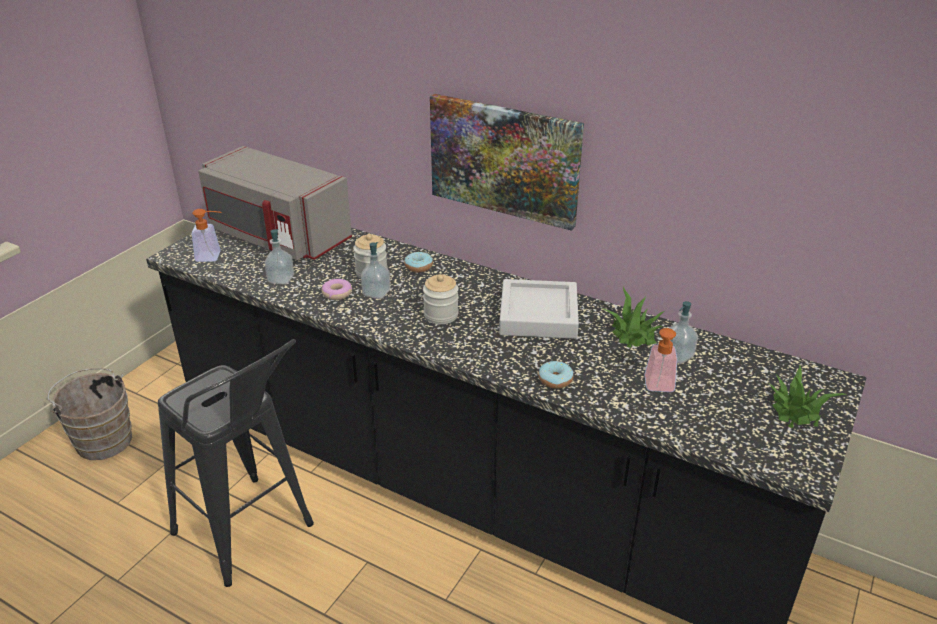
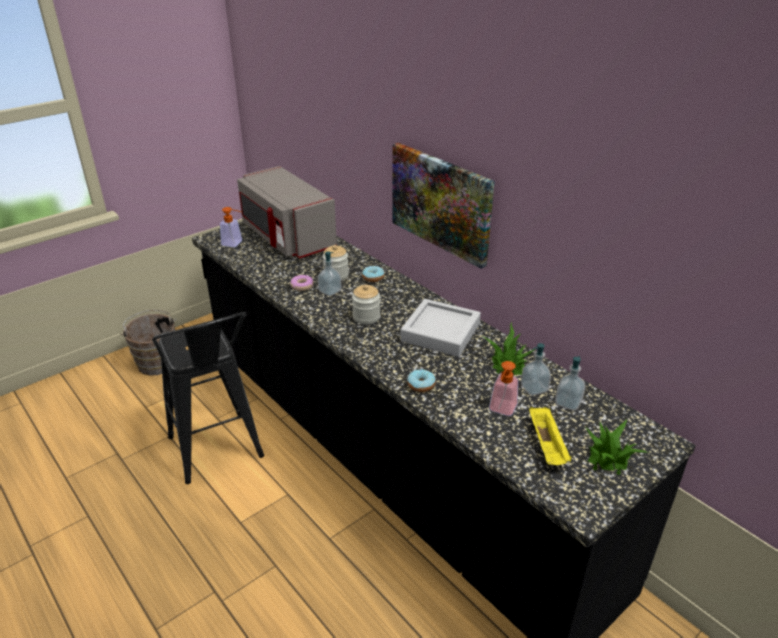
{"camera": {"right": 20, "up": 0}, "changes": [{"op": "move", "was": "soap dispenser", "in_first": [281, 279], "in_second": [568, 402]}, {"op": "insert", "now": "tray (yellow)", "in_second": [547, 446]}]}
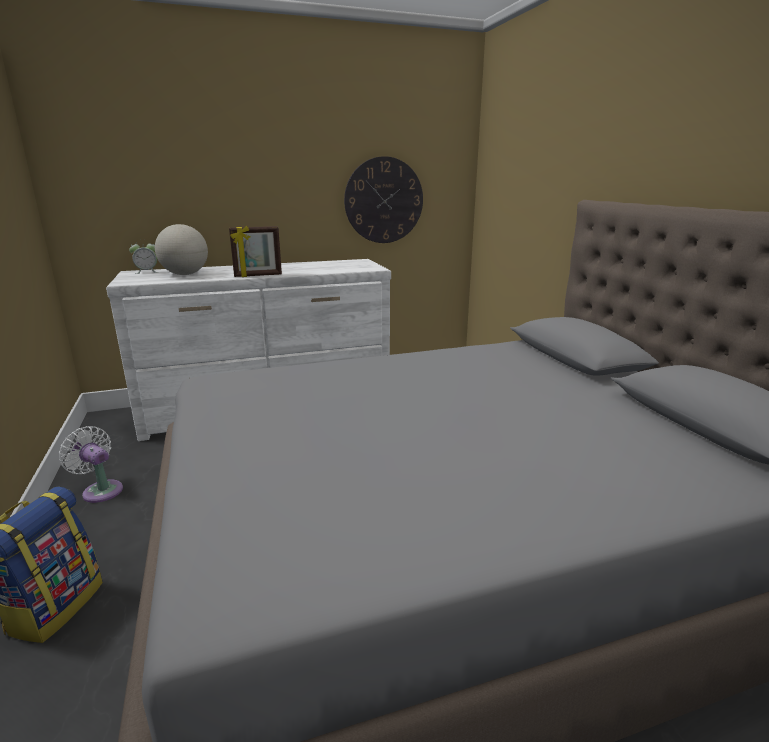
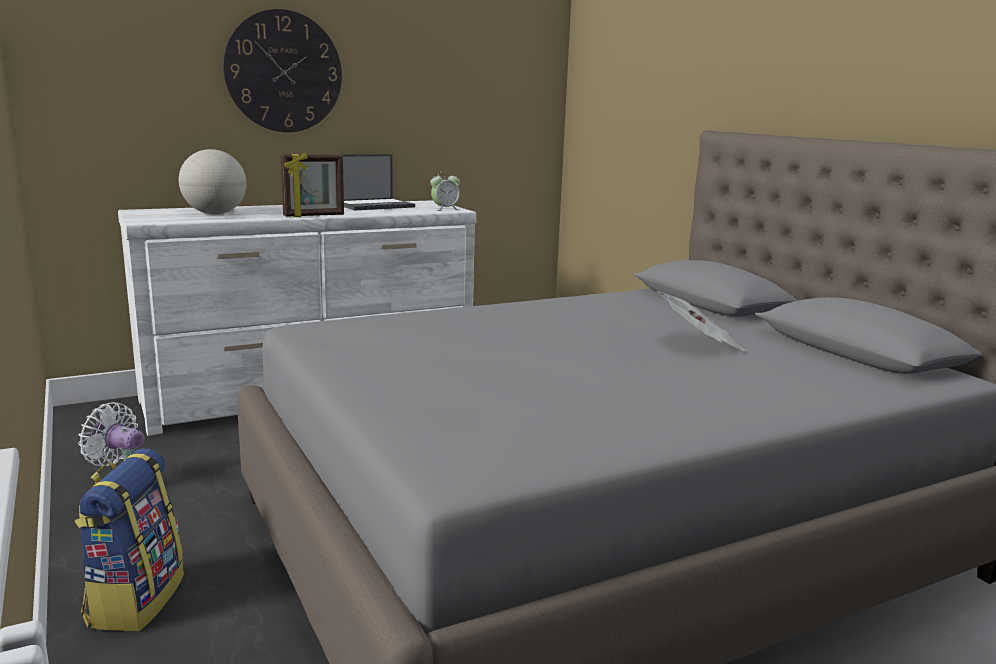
{"camera": {"right": -10, "up": -5}, "changes": [{"op": "move", "was": "wall clock", "in_first": [384, 200], "in_second": [283, 72]}, {"op": "move", "was": "alarm clock", "in_first": [147, 272], "in_second": [445, 209]}, {"op": "insert", "now": "laptop", "in_second": [374, 205]}, {"op": "insert", "now": "newspaper", "in_second": [699, 344]}]}
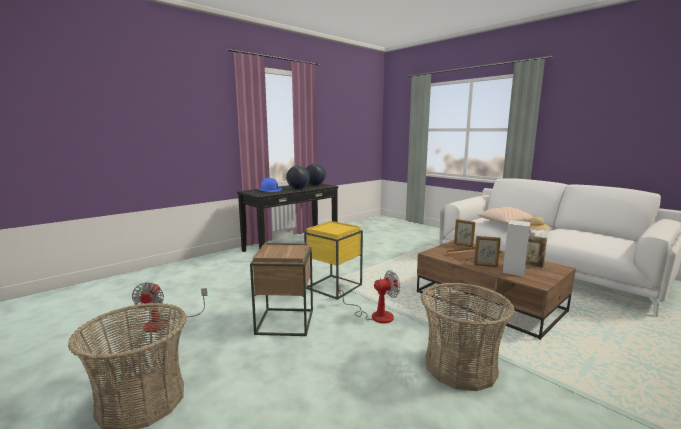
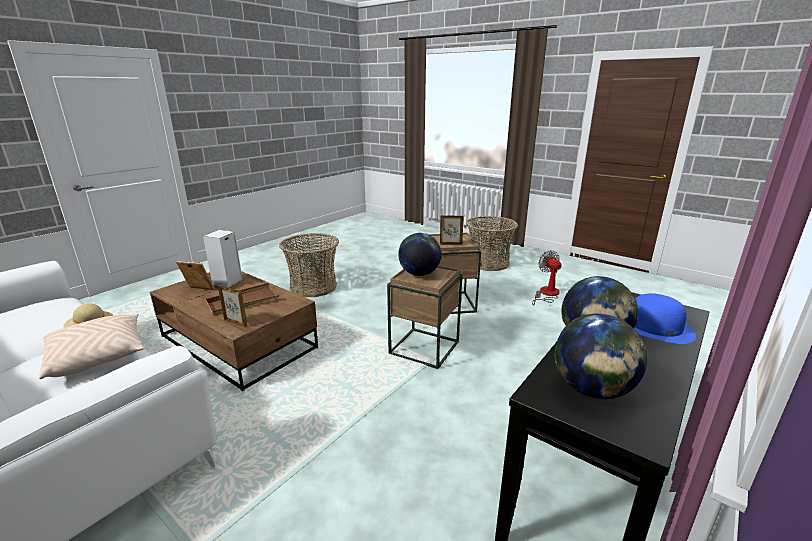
{"camera": {"right": 170, "up": 10}, "changes": [{"op": "recolor", "was": "side table (yellow)", "now": "side table (brown)", "in_first": [334, 286], "in_second": [424, 348]}, {"op": "move", "was": "picture frame", "in_first": [485, 265], "in_second": [450, 244]}, {"op": "delete", "was": "fan", "in_first": [375, 315]}, {"op": "insert", "now": "globe", "in_second": [419, 274]}]}
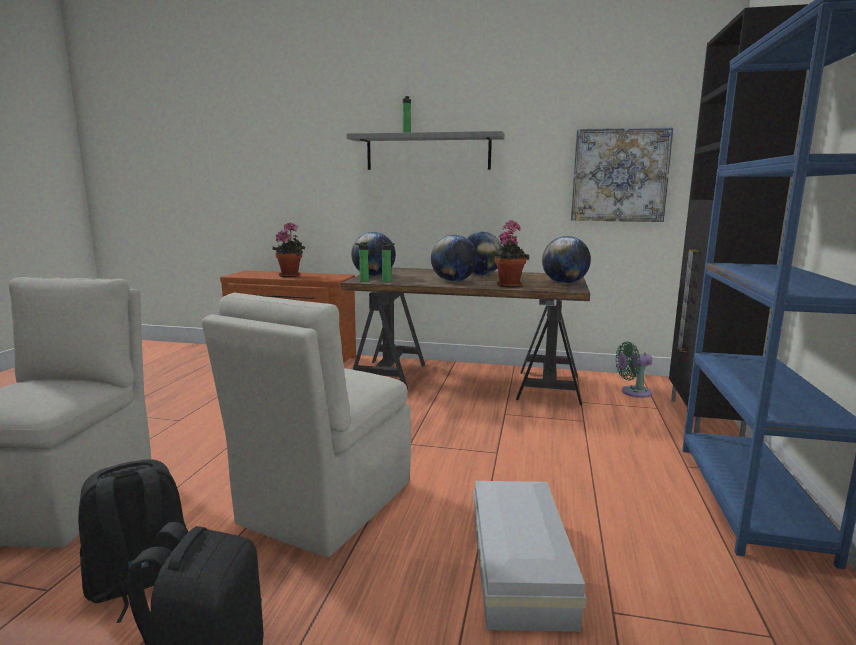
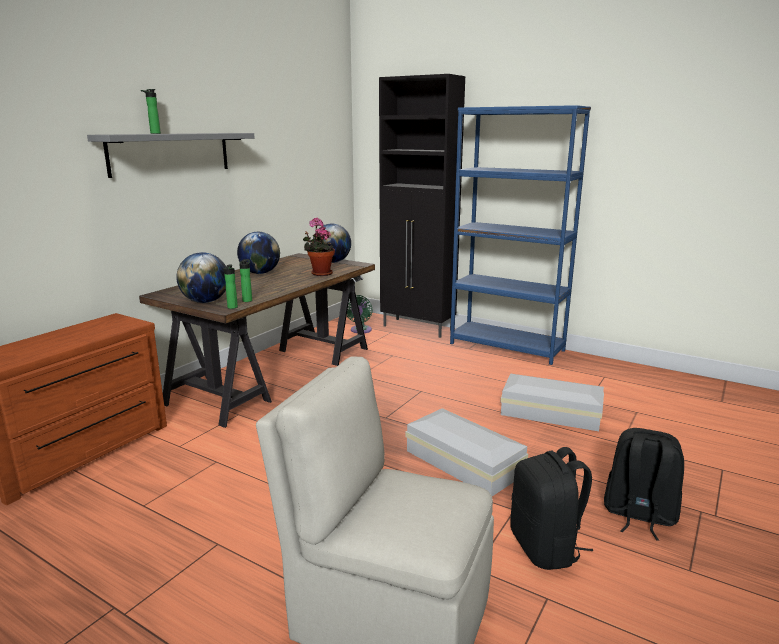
{"camera": {"right": -70, "up": 5}, "changes": [{"op": "delete", "was": "picture", "in_first": [619, 175]}, {"op": "delete", "was": "potted plant", "in_first": [291, 275]}, {"op": "delete", "was": "globe", "in_first": [453, 281]}, {"op": "replace", "was": "chair (beige)", "now": "storage box (white)", "in_first": [323, 505], "in_second": [464, 463]}]}
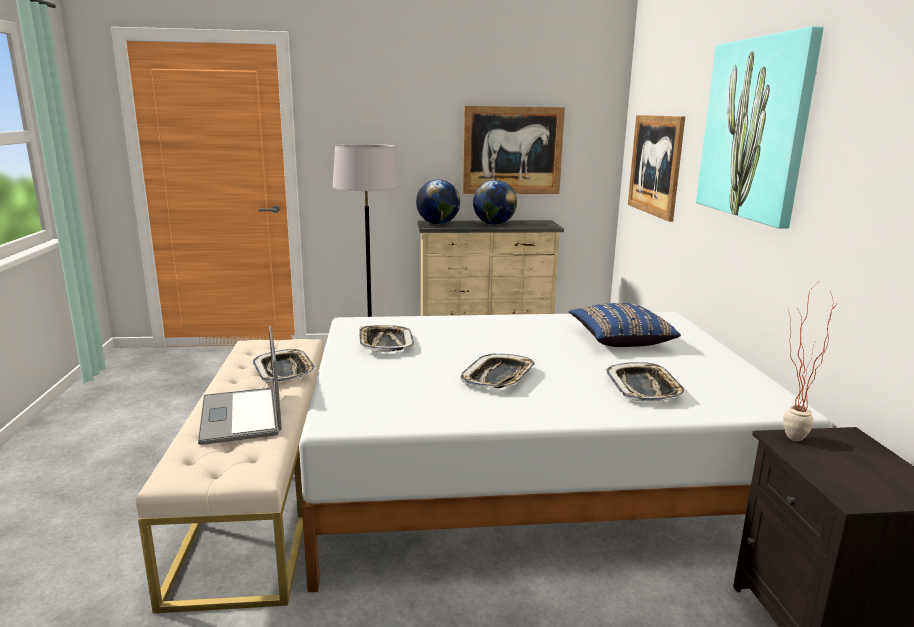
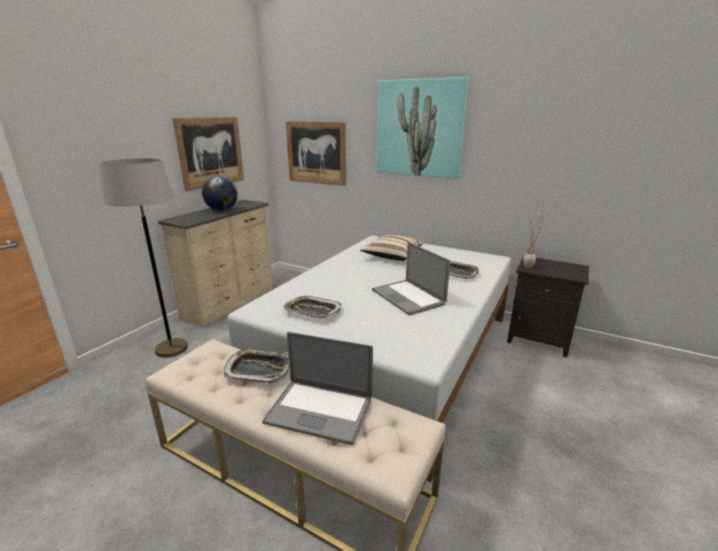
{"camera": {"right": -55, "up": 5}, "changes": [{"op": "delete", "was": "globe", "in_first": [438, 224]}, {"op": "recolor", "was": "pillow (blue)", "now": "pillow (beige)", "in_first": [620, 339], "in_second": [392, 256]}, {"op": "replace", "was": "tray", "now": "laptop", "in_first": [498, 377], "in_second": [407, 297]}]}
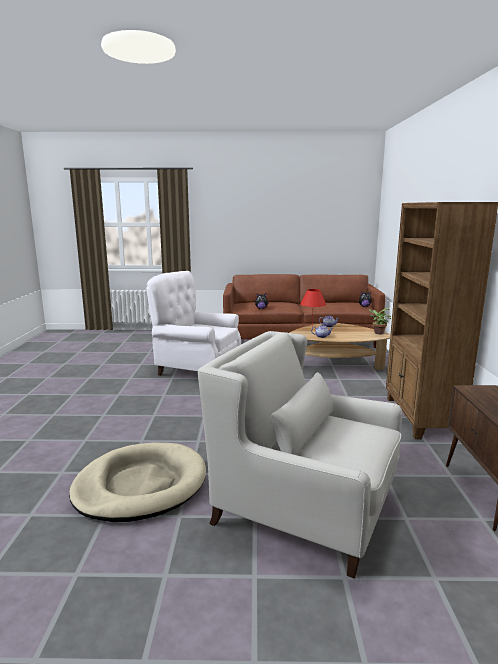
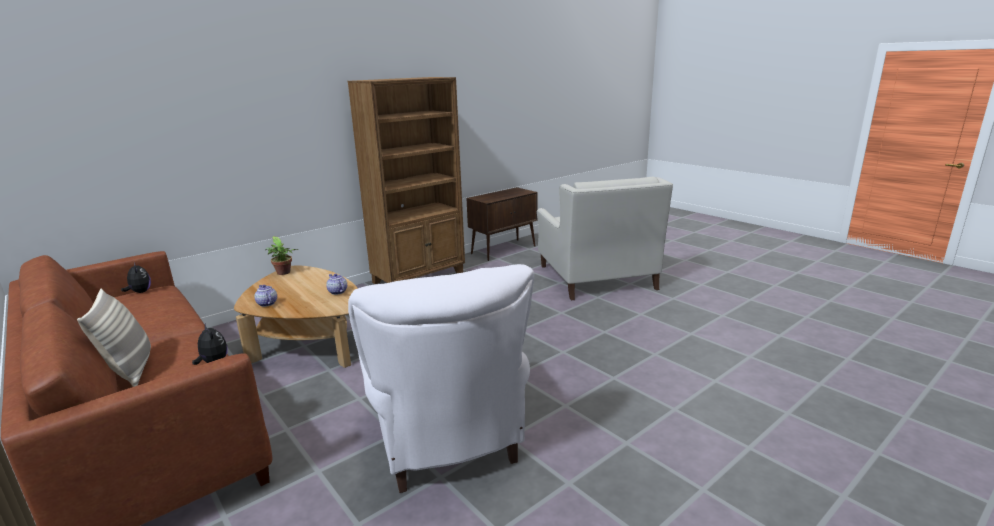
{"camera": {"right": -130, "up": 5}, "changes": [{"op": "delete", "was": "table lamp (red)", "in_first": [312, 330]}, {"op": "delete", "was": "dog bed (beige)", "in_first": [140, 486]}, {"op": "insert", "now": "pillow", "in_second": [131, 370]}]}
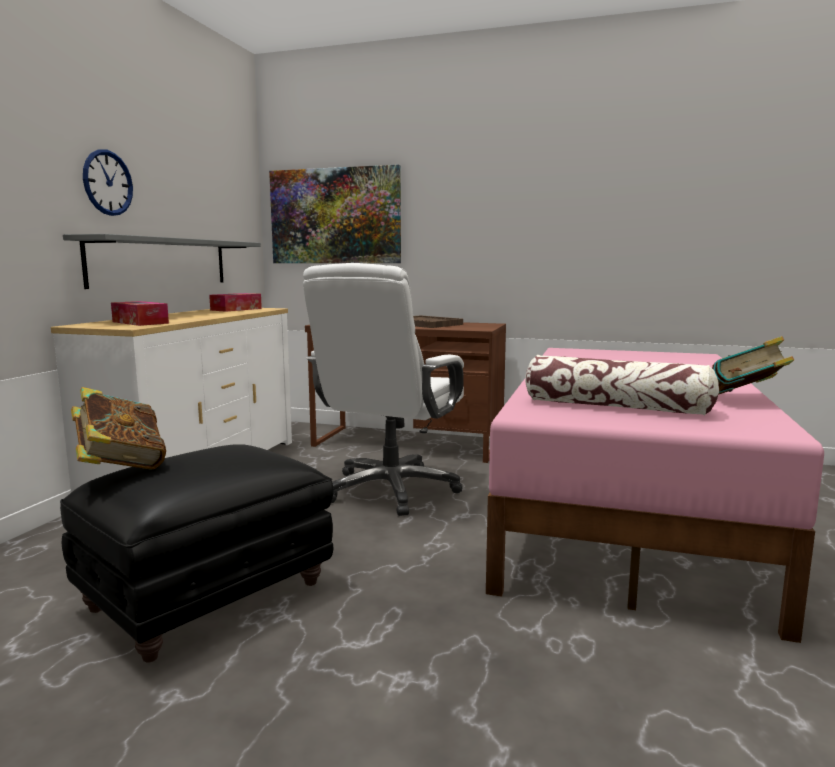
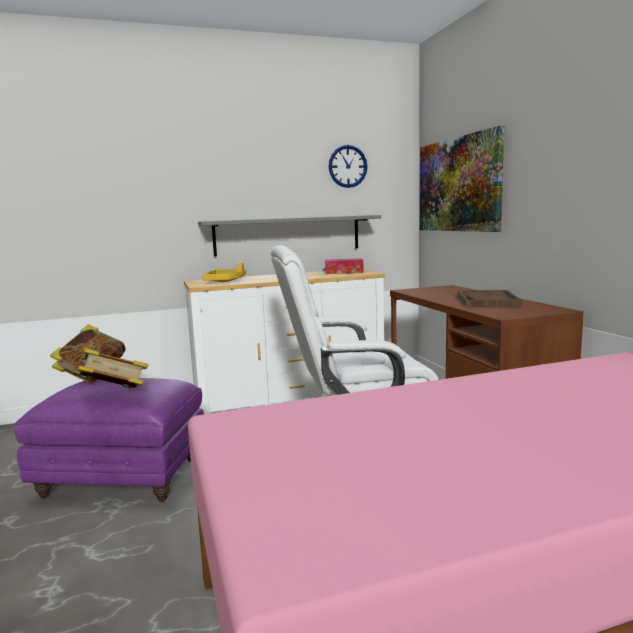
{"camera": {"right": 55, "up": 0}, "changes": [{"op": "move", "was": "wall clock", "in_first": [108, 183], "in_second": [347, 166]}, {"op": "replace", "was": "tissue box", "now": "tray (yellow)", "in_first": [140, 322], "in_second": [225, 281]}, {"op": "move", "was": "book", "in_first": [743, 400], "in_second": [113, 395]}, {"op": "delete", "was": "pillow", "in_first": [616, 406]}, {"op": "recolor", "was": "ottoman (black)", "now": "ottoman (purple)", "in_first": [209, 596], "in_second": [124, 477]}]}
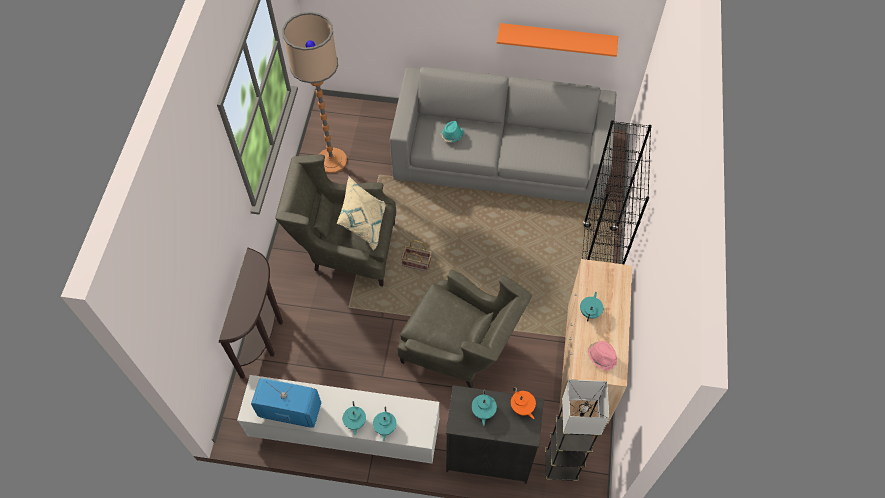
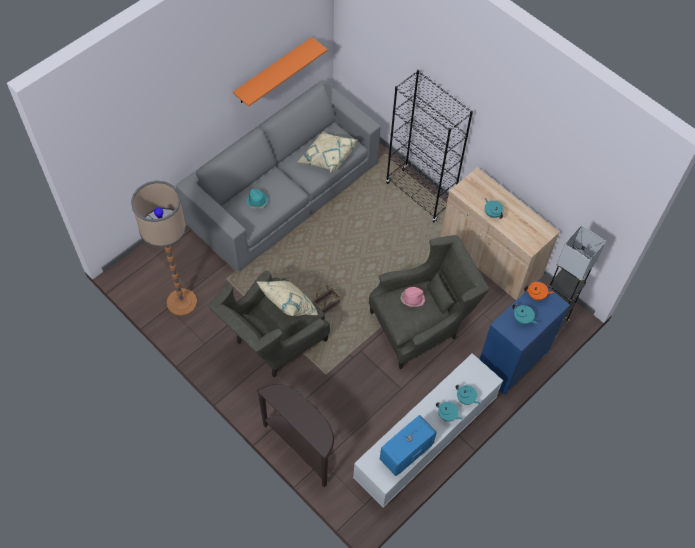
{"camera": {"right": -55, "up": 0}, "changes": [{"op": "move", "was": "hat (pink)", "in_first": [602, 356], "in_second": [412, 299]}, {"op": "recolor", "was": "dresser (black)", "now": "dresser (blue)", "in_first": [489, 455], "in_second": [511, 361]}, {"op": "insert", "now": "pillow (beige)", "in_second": [326, 157]}]}
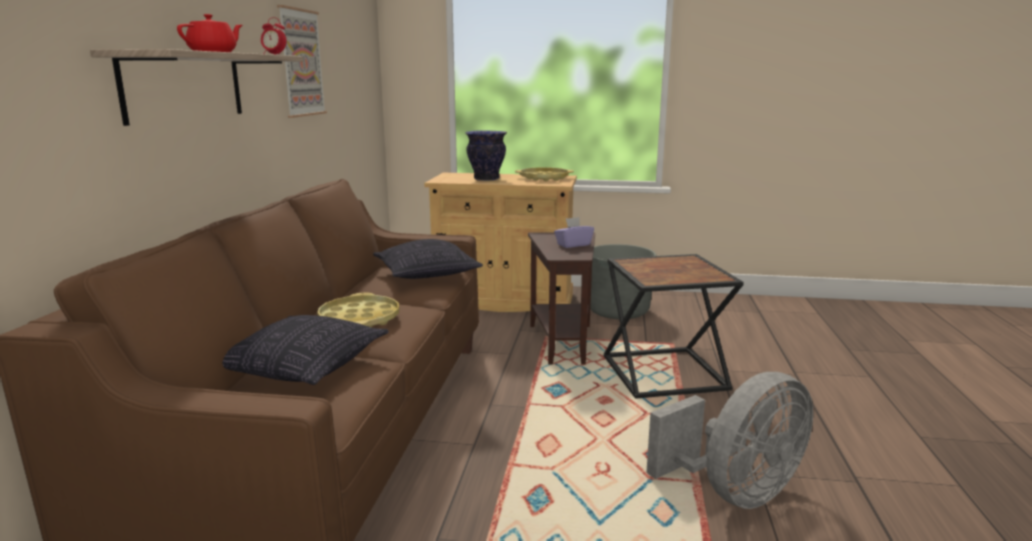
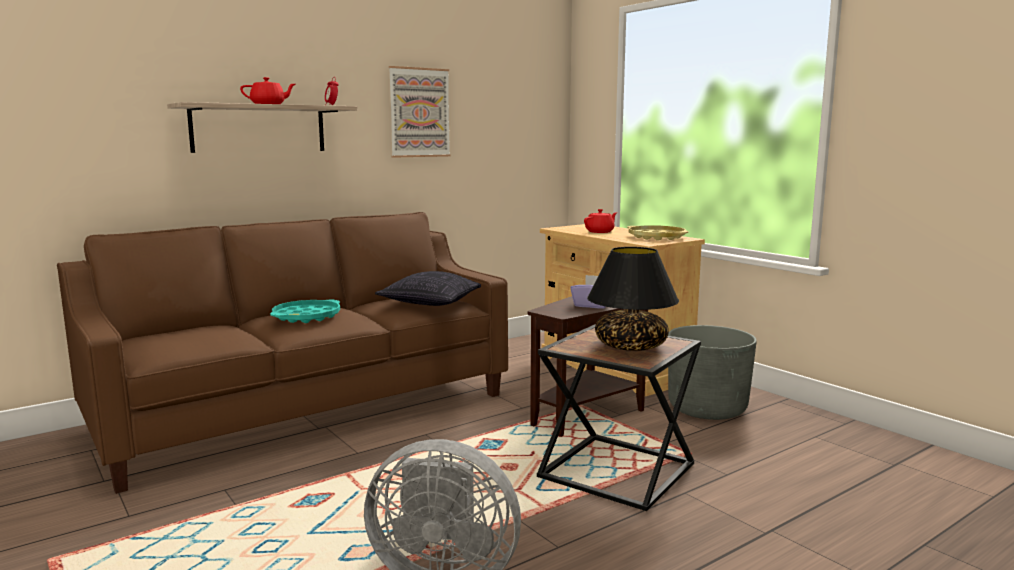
{"camera": {"right": 45, "up": -5}, "changes": [{"op": "replace", "was": "vase", "now": "teapot (red)", "in_first": [486, 179], "in_second": [600, 232]}, {"op": "recolor", "was": "tray (yellow)", "now": "tray (turquoise)", "in_first": [359, 319], "in_second": [306, 317]}, {"op": "delete", "was": "pillow", "in_first": [303, 368]}, {"op": "insert", "now": "table lamp (black)", "in_second": [630, 346]}]}
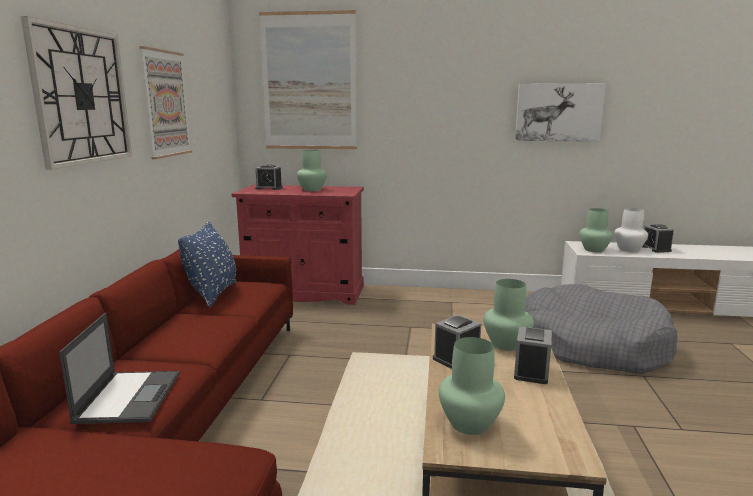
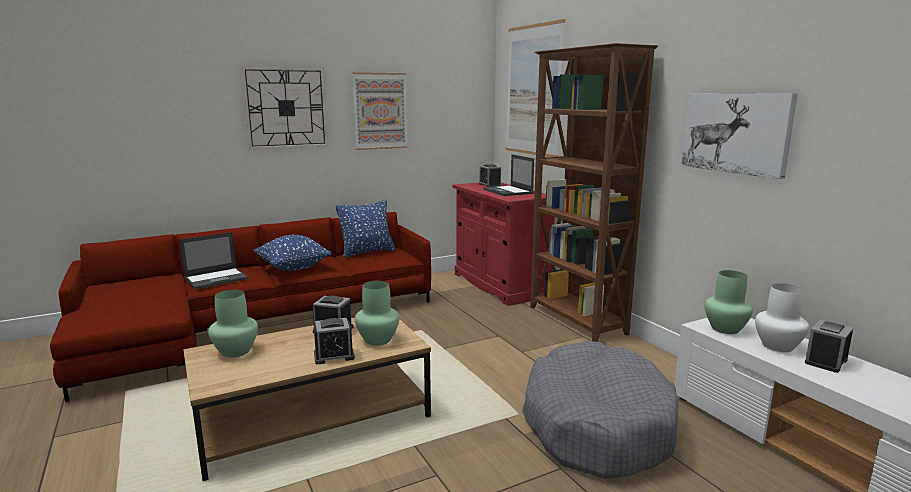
{"camera": {"right": 55, "up": 0}, "changes": [{"op": "replace", "was": "vase (green)", "now": "laptop", "in_first": [312, 189], "in_second": [508, 191]}, {"op": "insert", "now": "bookcase (brown)", "in_second": [576, 320]}, {"op": "insert", "now": "pillow (blue)", "in_second": [293, 267]}]}
